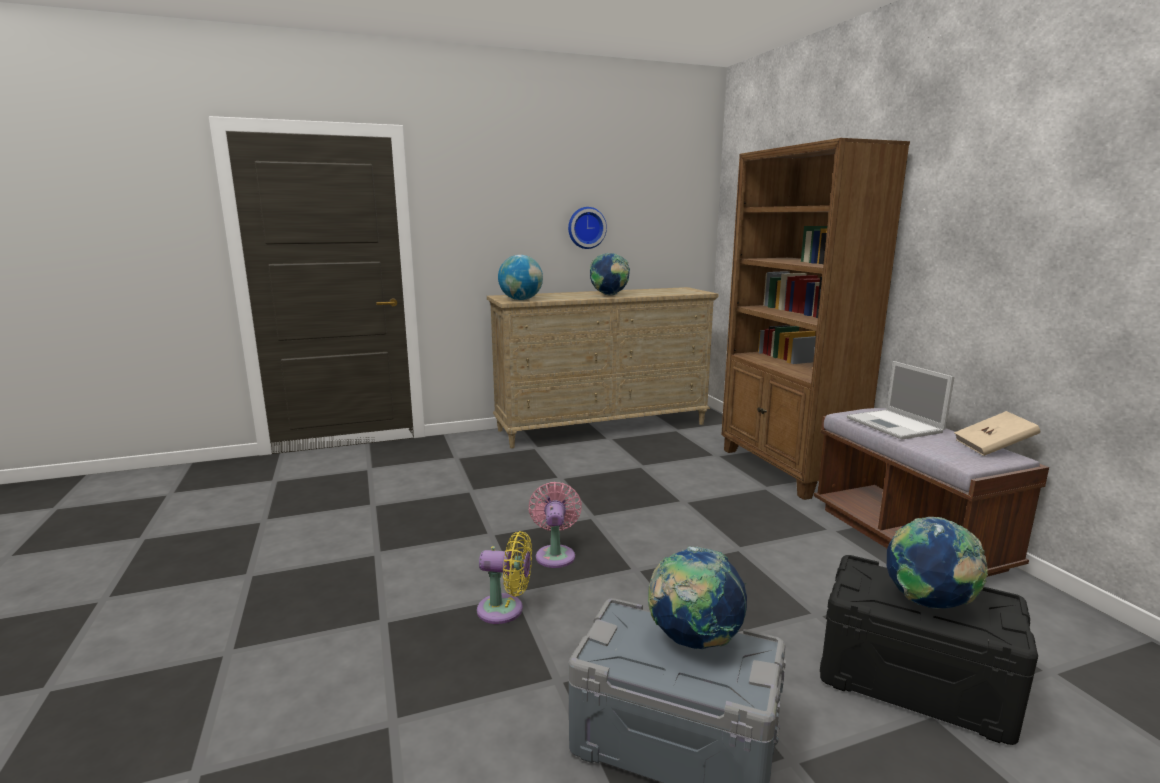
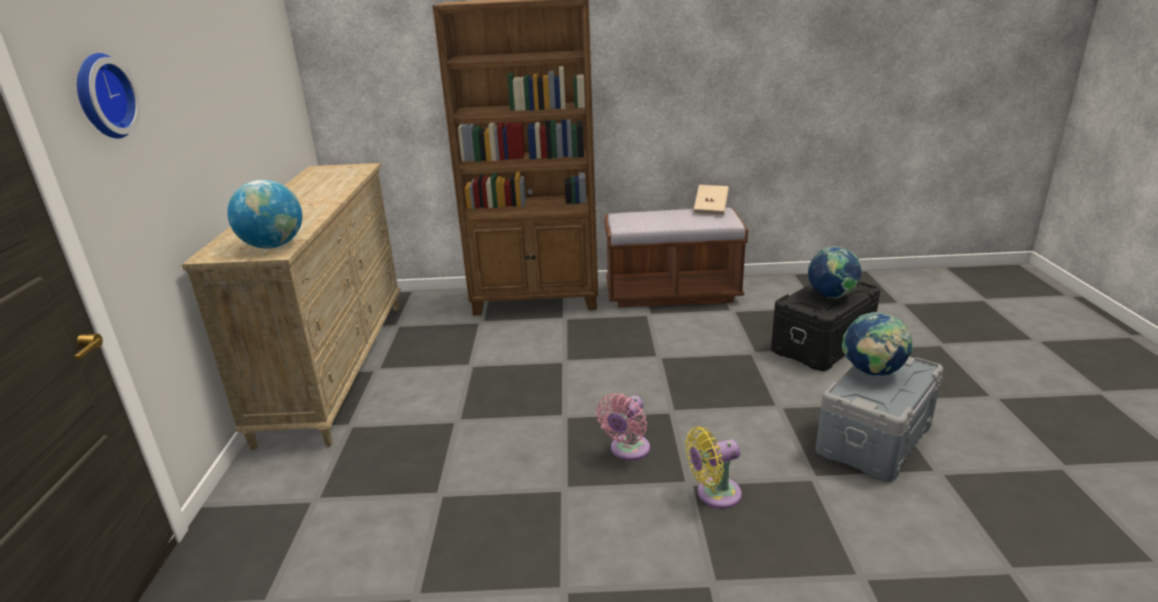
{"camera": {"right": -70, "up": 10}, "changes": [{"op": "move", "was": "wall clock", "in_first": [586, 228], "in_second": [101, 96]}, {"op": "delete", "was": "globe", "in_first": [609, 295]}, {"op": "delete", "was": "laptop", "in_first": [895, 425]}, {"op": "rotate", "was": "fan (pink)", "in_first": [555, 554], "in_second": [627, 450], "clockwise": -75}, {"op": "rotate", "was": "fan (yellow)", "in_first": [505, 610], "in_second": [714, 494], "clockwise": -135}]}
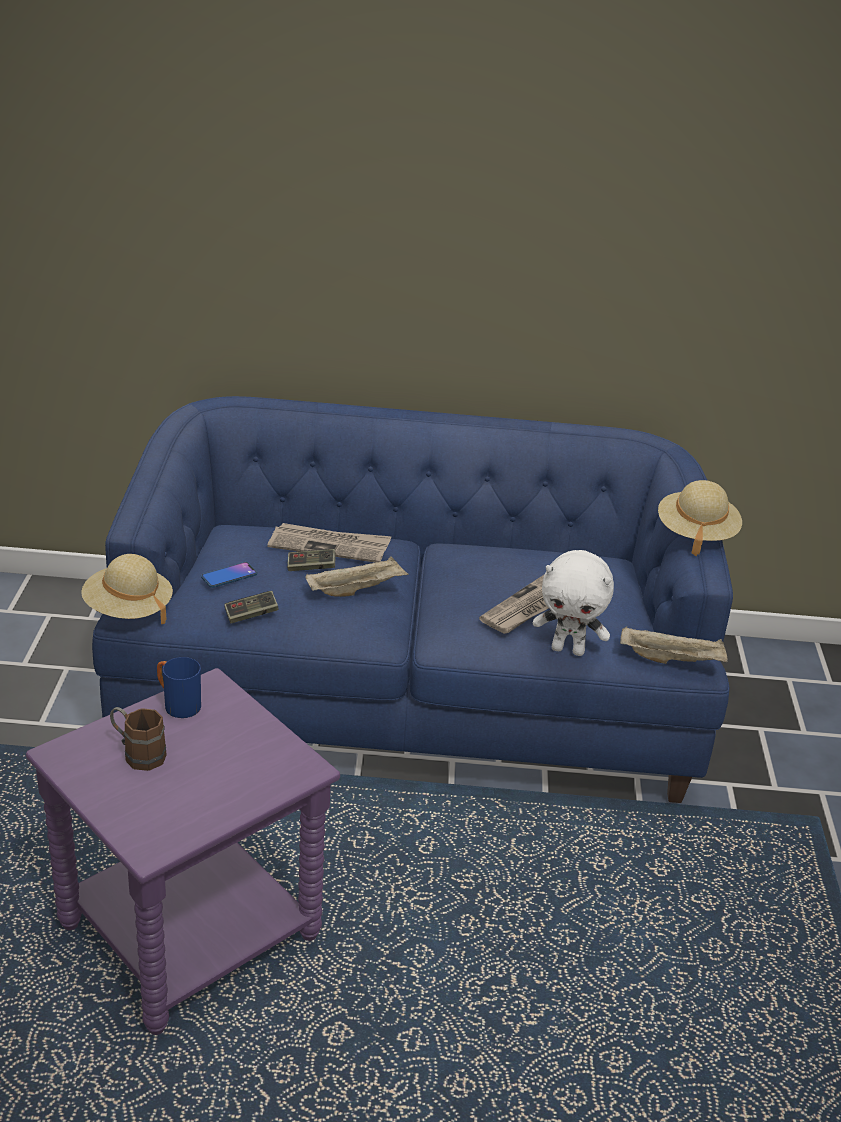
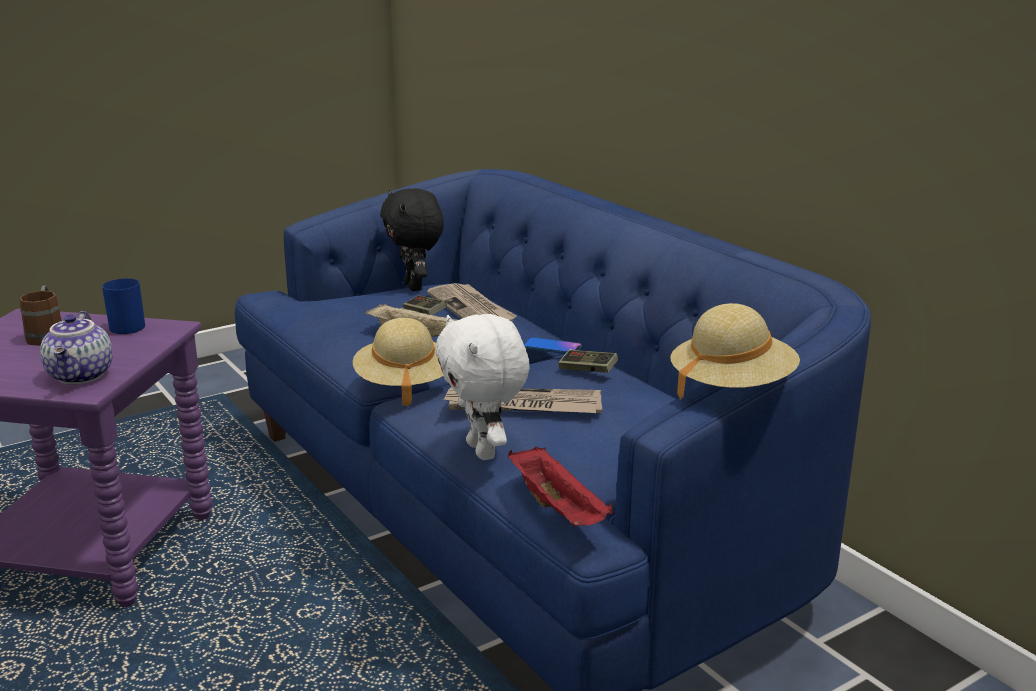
{"camera": {"right": 55, "up": -10}, "changes": [{"op": "move", "was": "hat (beige)", "in_first": [128, 610], "in_second": [403, 384]}, {"op": "move", "was": "phone", "in_first": [229, 576], "in_second": [552, 347]}, {"op": "move", "was": "game controller", "in_first": [251, 614], "in_second": [587, 370]}, {"op": "recolor", "was": "tray (beige)", "now": "tray (red)", "in_first": [672, 660], "in_second": [558, 509]}, {"op": "insert", "now": "plush toy (black)", "in_second": [415, 287]}, {"op": "insert", "now": "teapot", "in_second": [82, 376]}]}
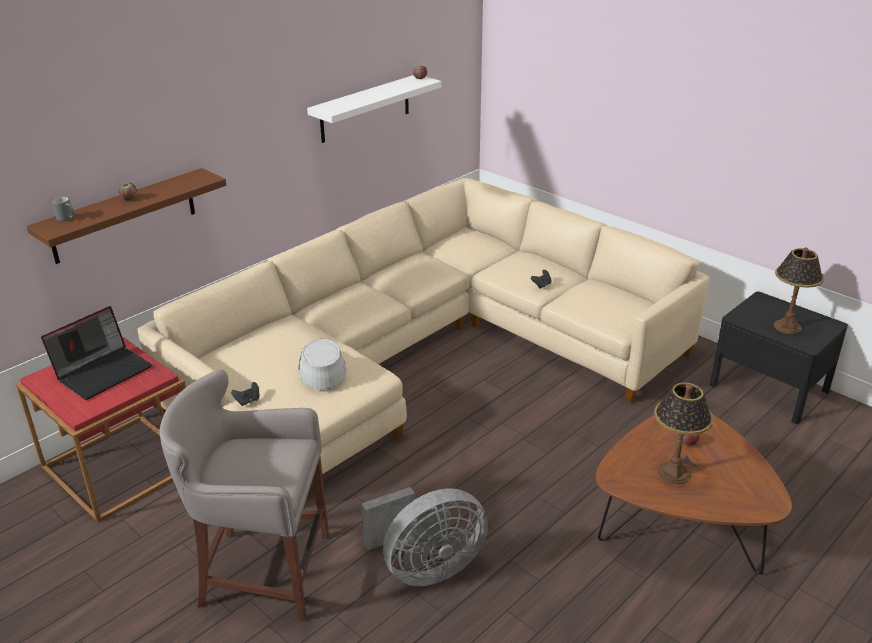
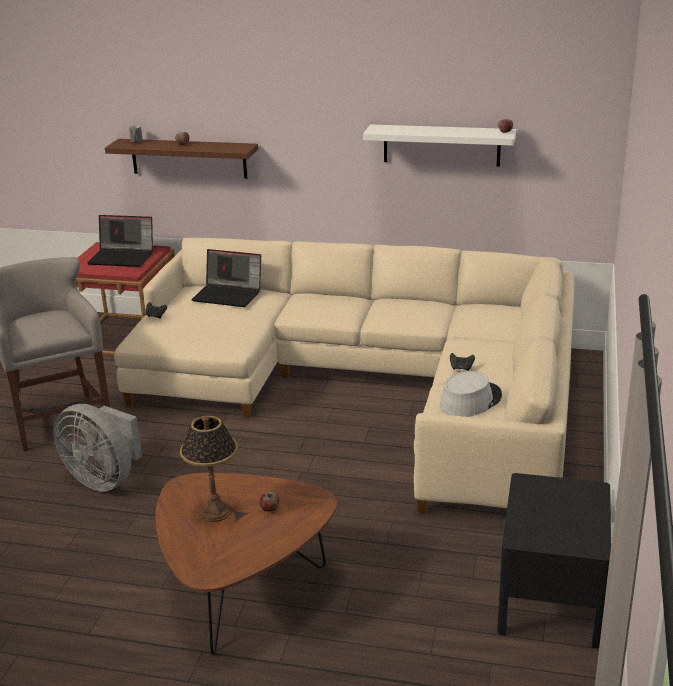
{"camera": {"right": 60, "up": -5}, "changes": [{"op": "delete", "was": "table lamp", "in_first": [787, 326]}, {"op": "move", "was": "hat (grey)", "in_first": [321, 368], "in_second": [470, 400]}, {"op": "insert", "now": "laptop", "in_second": [229, 295]}]}
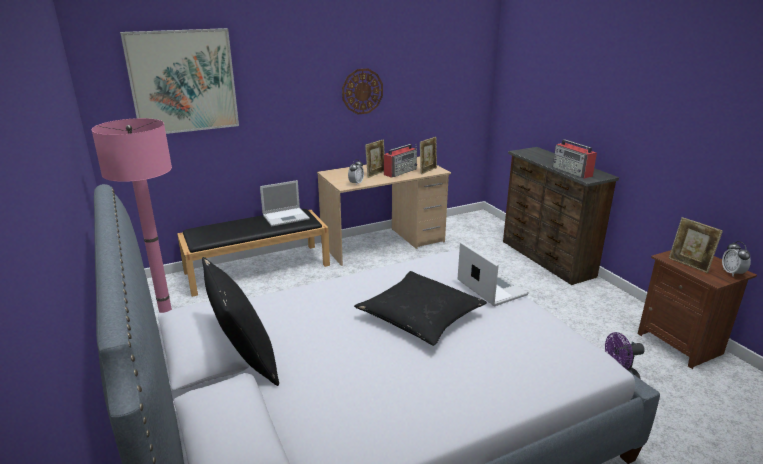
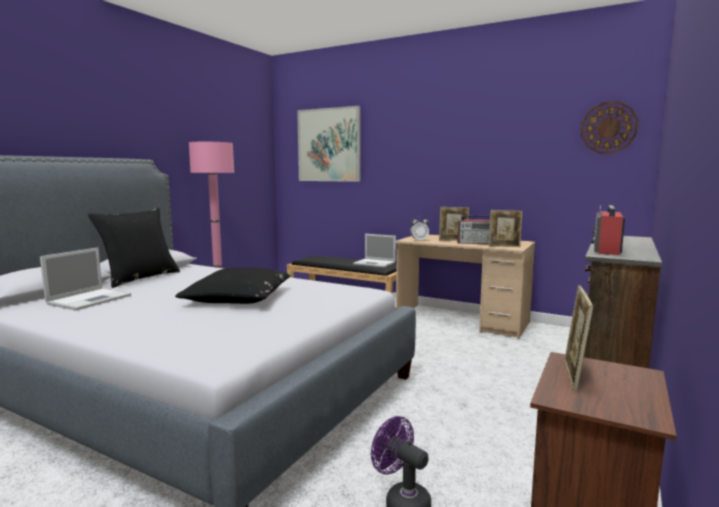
{"camera": {"right": 55, "up": -15}, "changes": [{"op": "move", "was": "wall clock", "in_first": [362, 91], "in_second": [608, 128]}, {"op": "delete", "was": "alarm clock", "in_first": [732, 273]}, {"op": "move", "was": "laptop", "in_first": [490, 287], "in_second": [90, 299]}]}
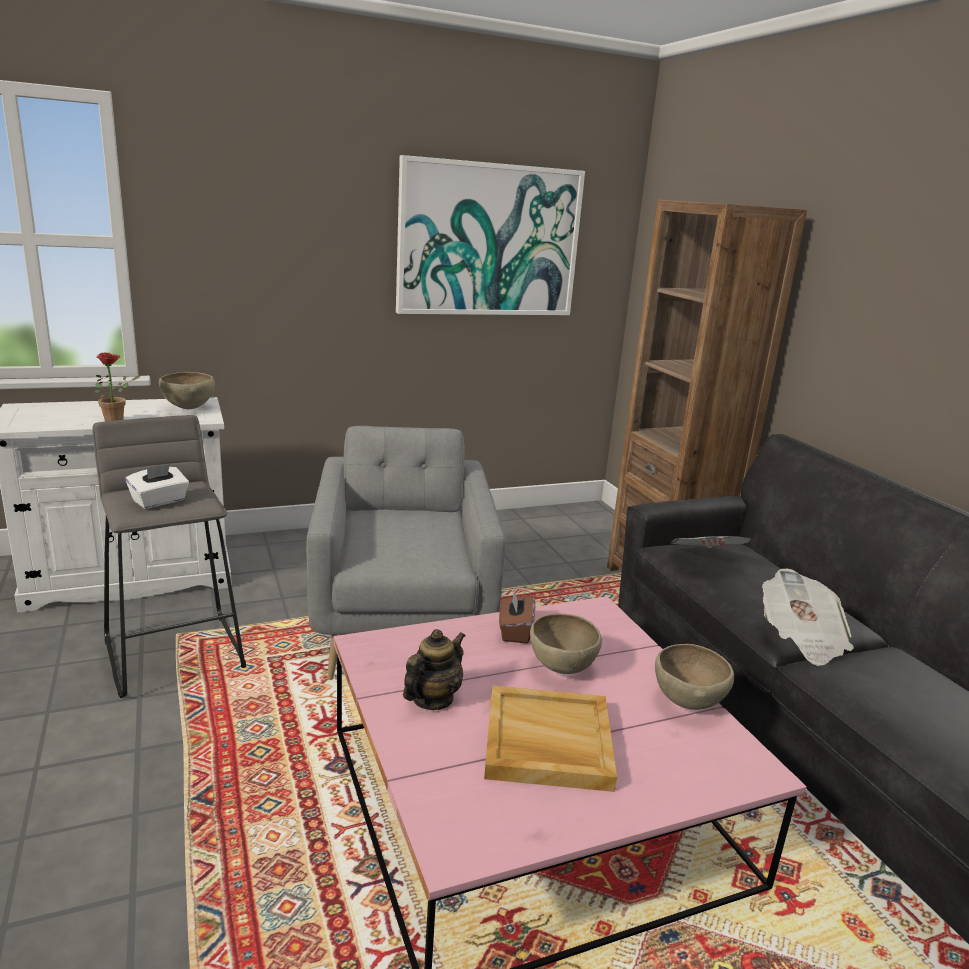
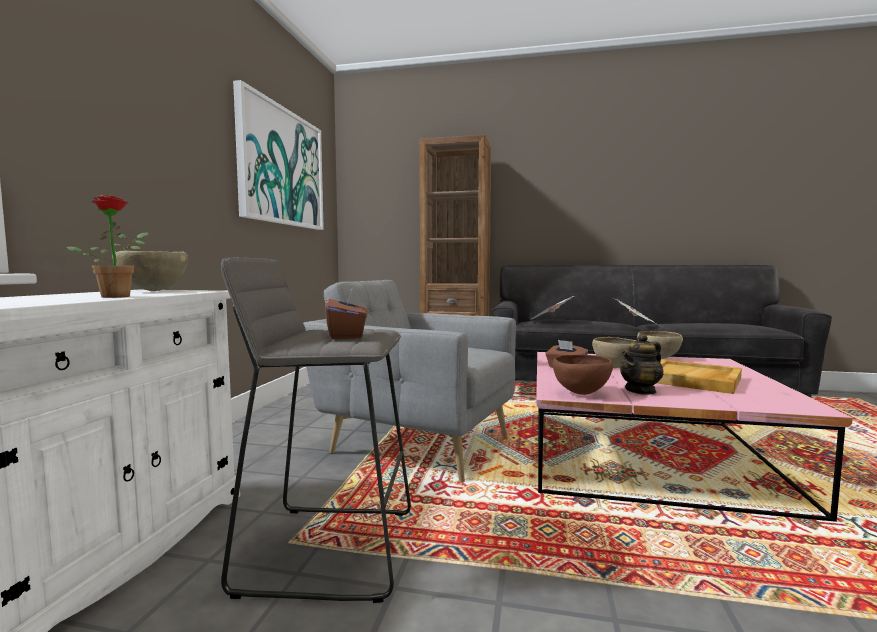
{"camera": {"right": -55, "up": -15}, "changes": [{"op": "recolor", "was": "tissue box (white)", "now": "tissue box (brown)", "in_first": [159, 501], "in_second": [346, 335]}, {"op": "rotate", "was": "teapot", "in_first": [432, 699], "in_second": [641, 390], "clockwise": -105}, {"op": "insert", "now": "bowl (brown)", "in_second": [581, 393]}]}
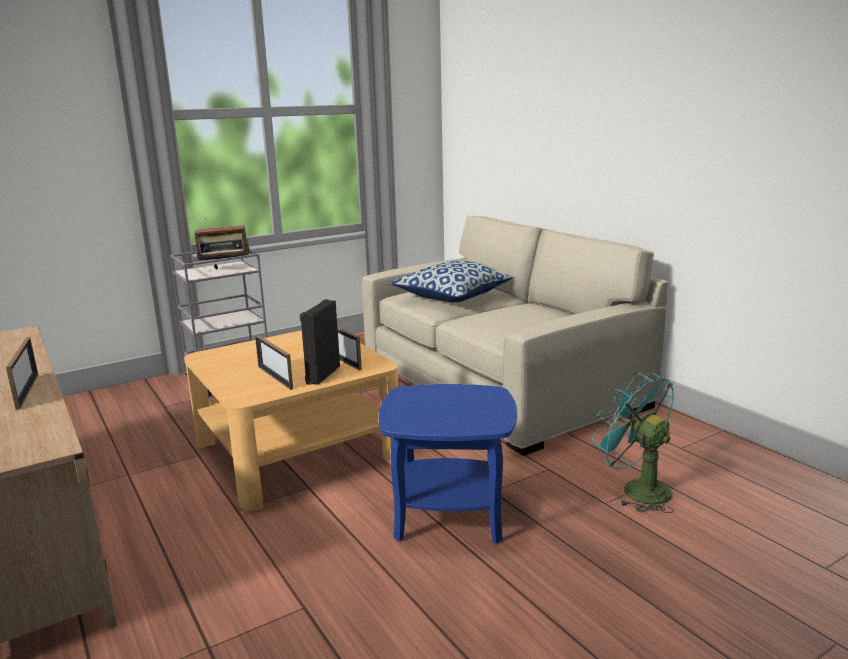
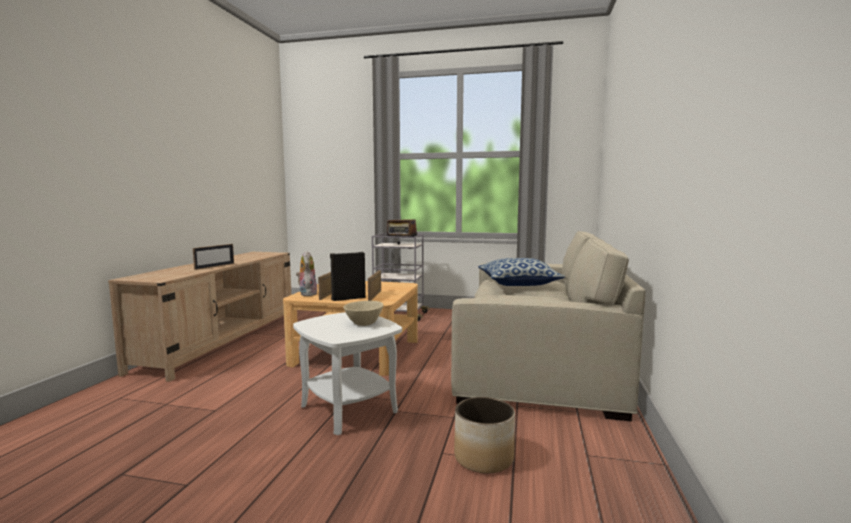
{"camera": {"right": 45, "up": -10}, "changes": [{"op": "replace", "was": "fan (turquoise)", "now": "planter", "in_first": [636, 489], "in_second": [483, 458]}, {"op": "recolor", "was": "side table (blue)", "now": "side table (white)", "in_first": [450, 514], "in_second": [349, 409]}, {"op": "insert", "now": "plush toy", "in_second": [307, 294]}, {"op": "insert", "now": "bowl (beige)", "in_second": [363, 323]}]}
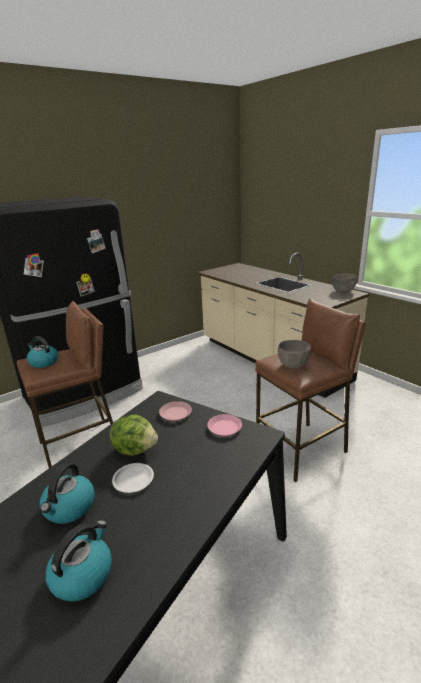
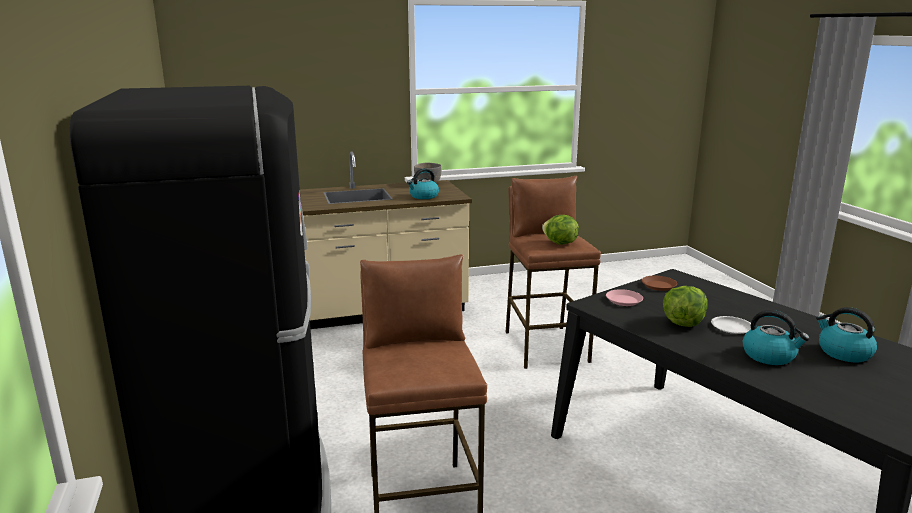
{"camera": {"right": -70, "up": -5}, "changes": [{"op": "move", "was": "kettle", "in_first": [43, 362], "in_second": [423, 196]}, {"op": "replace", "was": "bowl (grey)", "now": "lettuce", "in_first": [293, 365], "in_second": [559, 243]}, {"op": "recolor", "was": "plate (pink)", "now": "plate (brown)", "in_first": [224, 428], "in_second": [658, 286]}]}
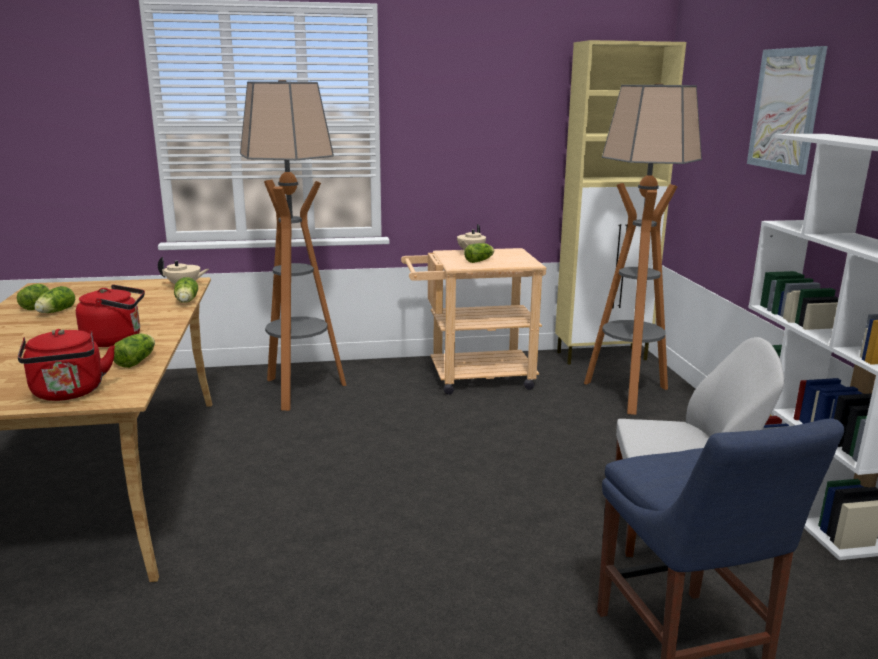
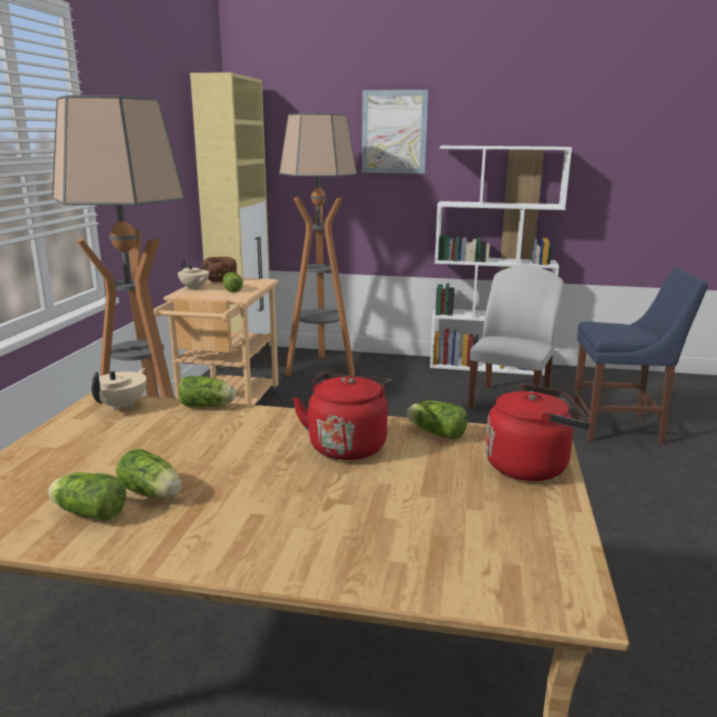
{"camera": {"right": -70, "up": 0}, "changes": [{"op": "insert", "now": "bowl (brown)", "in_second": [220, 280]}]}
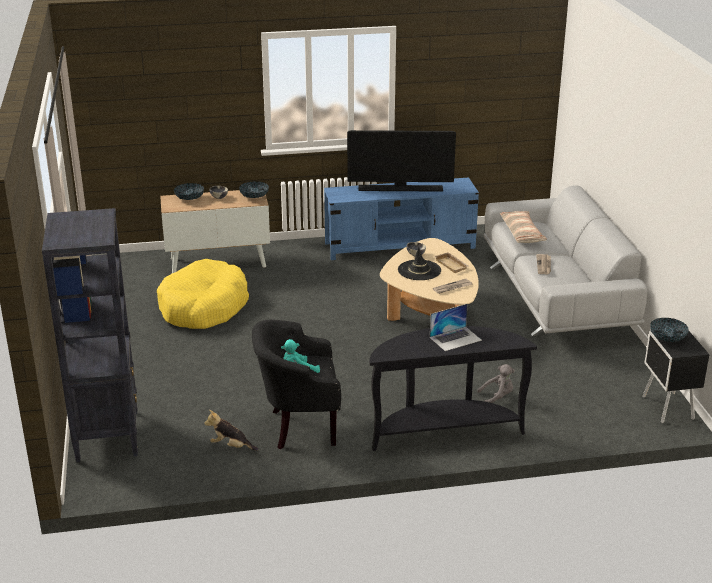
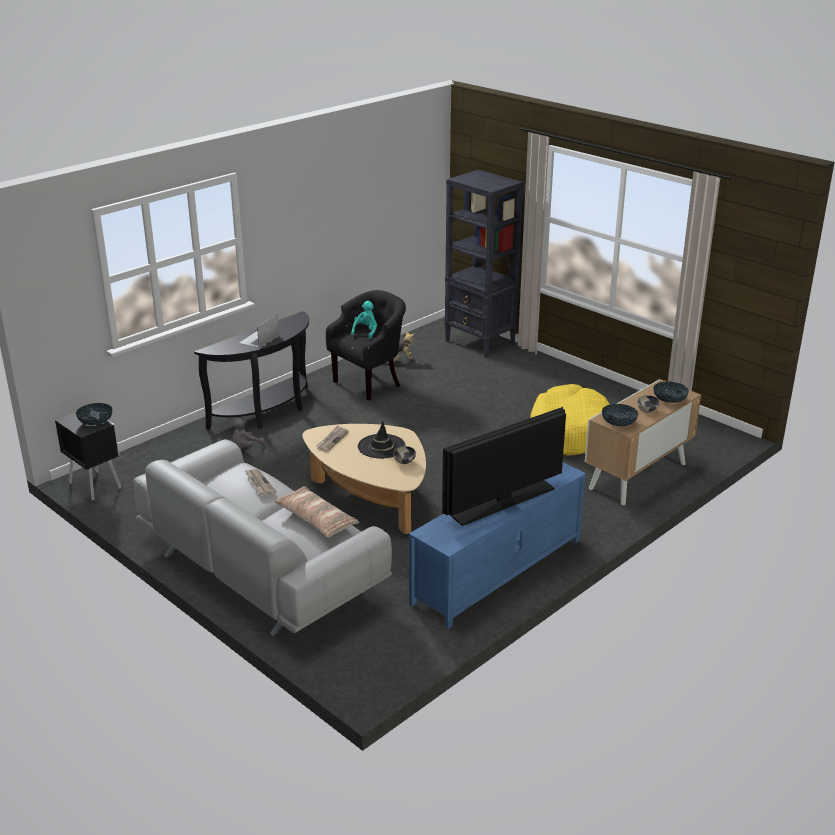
{"camera": {"right": 145, "up": 0}, "changes": [{"op": "delete", "was": "tray (beige)", "in_first": [452, 265]}]}
